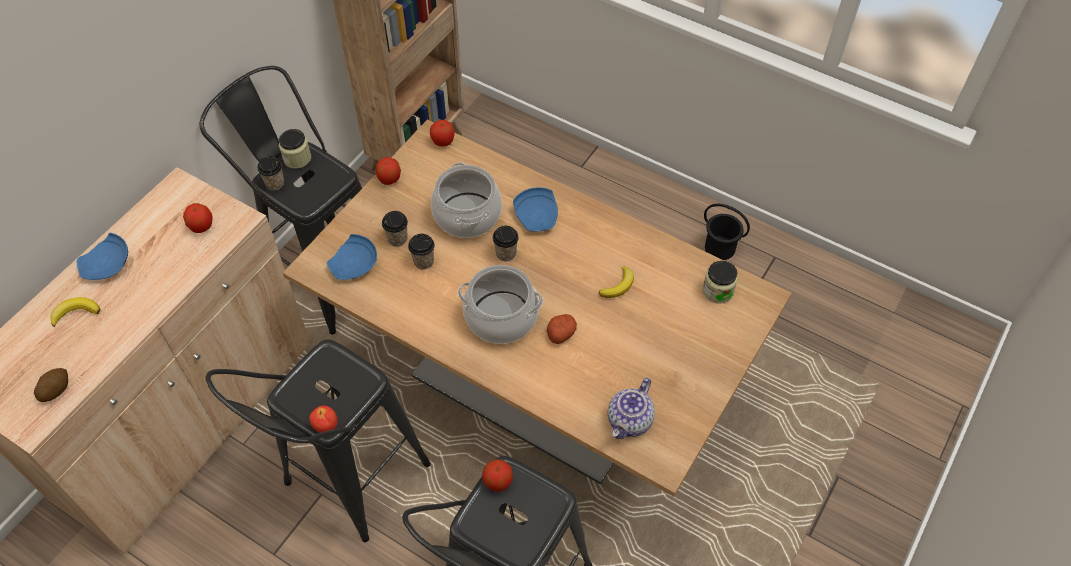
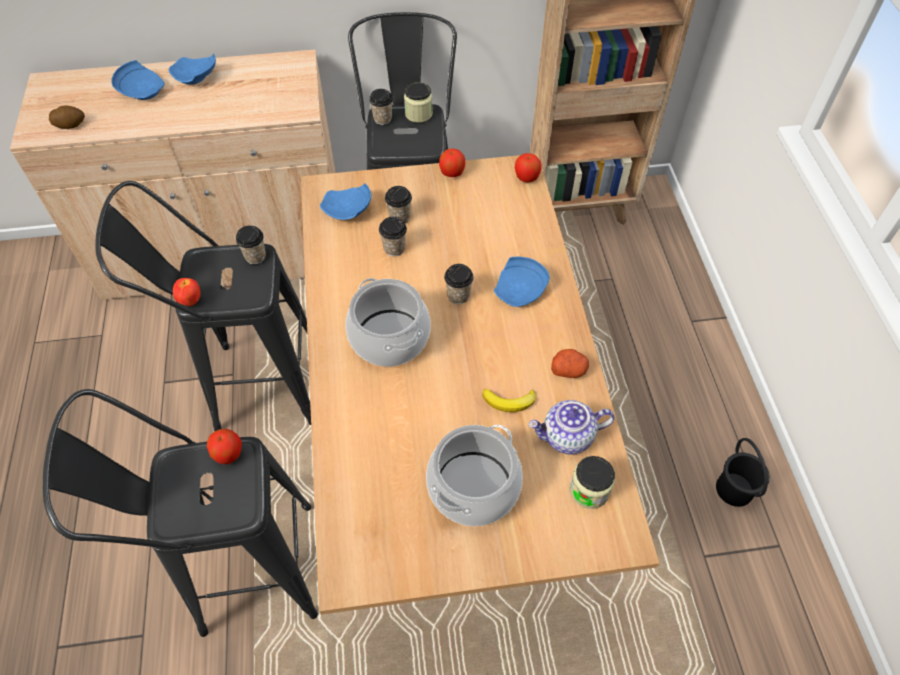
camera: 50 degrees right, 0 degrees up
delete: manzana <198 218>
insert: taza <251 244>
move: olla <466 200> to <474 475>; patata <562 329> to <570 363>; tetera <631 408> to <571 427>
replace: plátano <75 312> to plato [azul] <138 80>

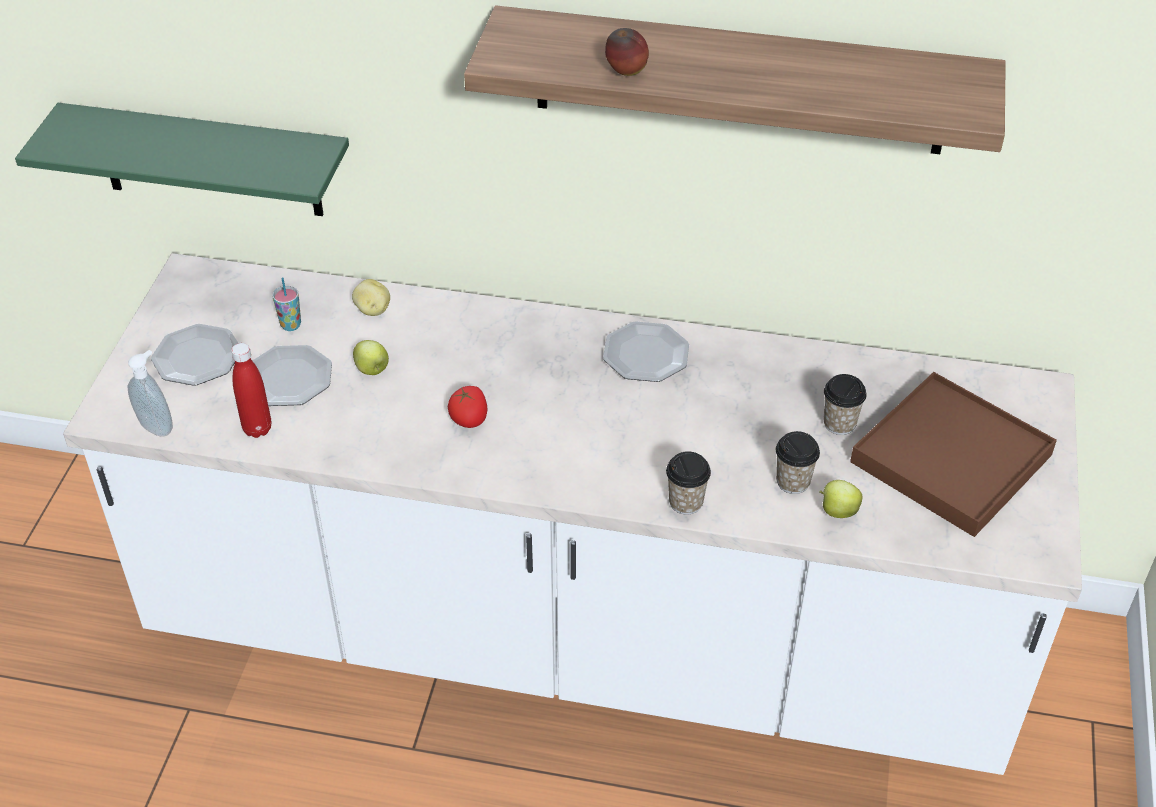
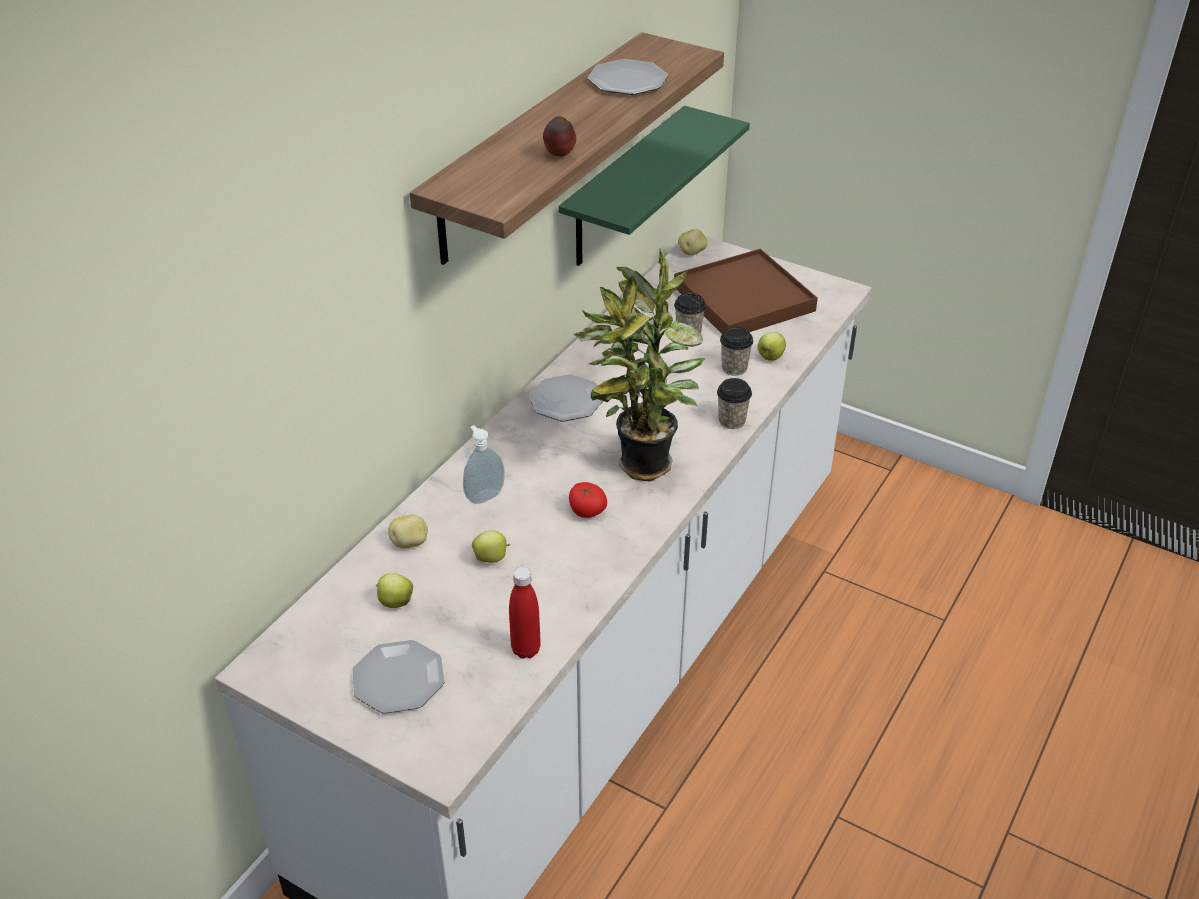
camera: 70 degrees left, 5 degrees down
insert: patata <693 242>; planta en maceta <639 365>
move: estante [verde] <182 159> to <654 186>; plato <292 375> to <628 77>; dispensador de jabón <150 393> to <484 464>
replace: taza <286 304> to manzana <394 590>

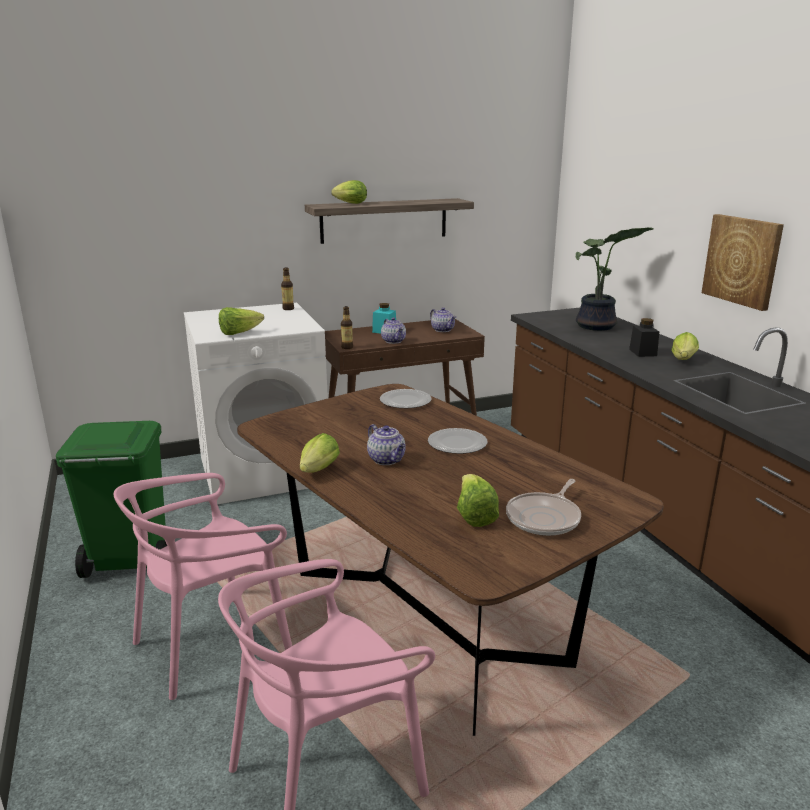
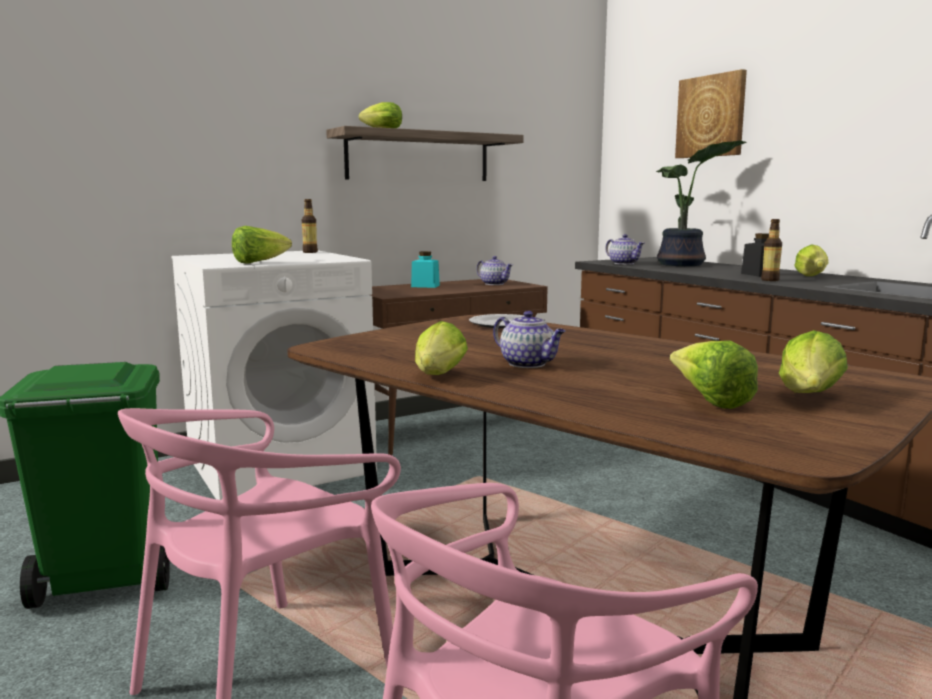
camera: 10 degrees left, 10 degrees down
delete: plato <457 441>
move: cuadro <743 262> to <711 113>; botella <347 327> to <771 250>; tetera <393 330> to <624 249>
replace: sartén <543 507> to lechuga <813 361>

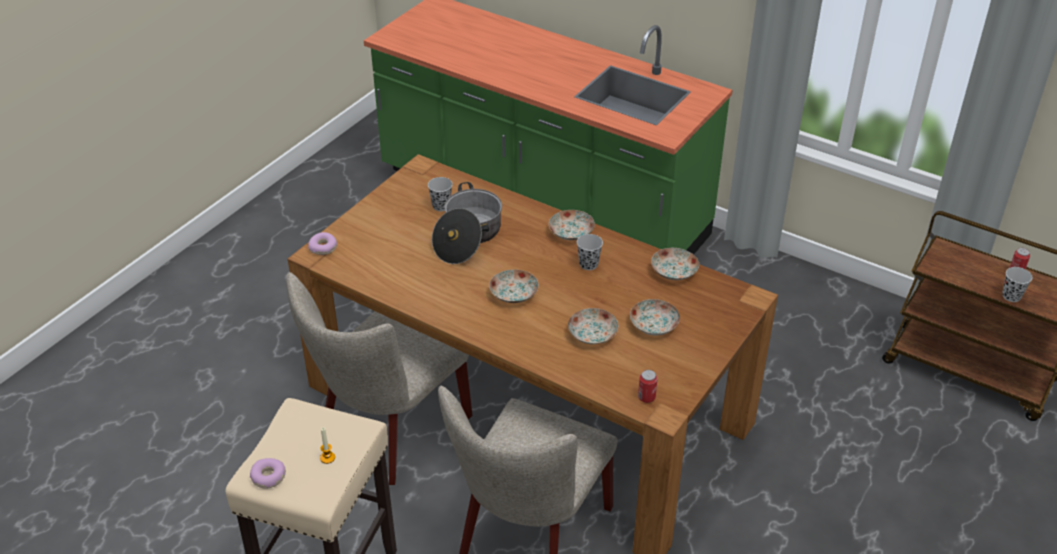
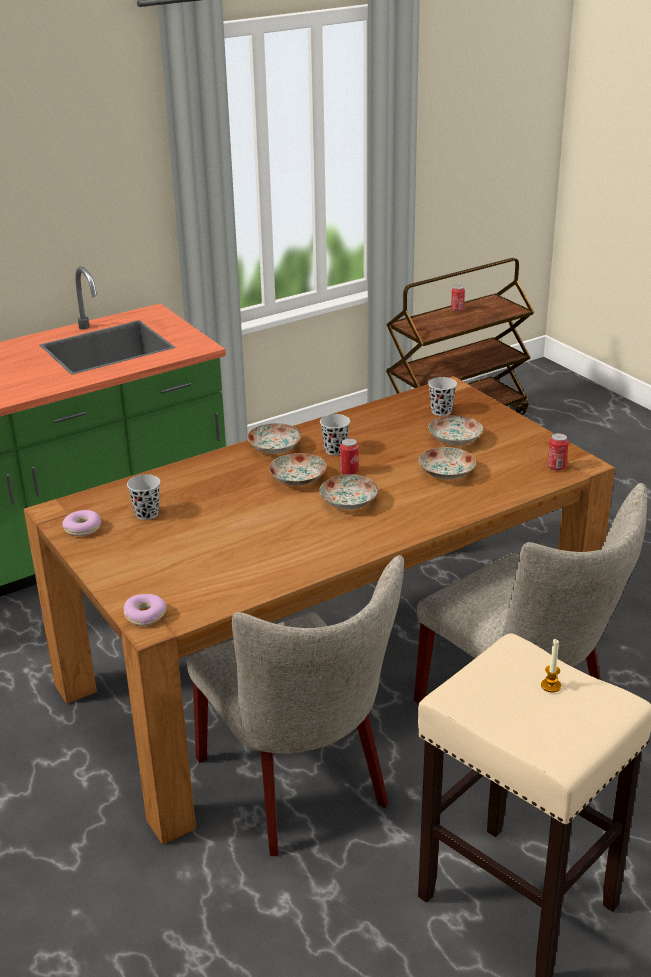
camera: 65 degrees left, 10 degrees down
delete: olla <467 223>
insert: lata <349 456>
move: plato <675 264> to <297 469>; taza [negro] <1017 284> to <442 396>; rosquilla <268 473> to <81 523>

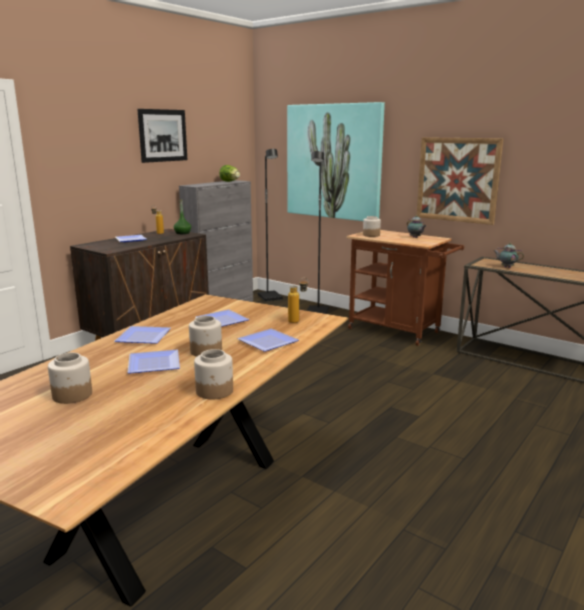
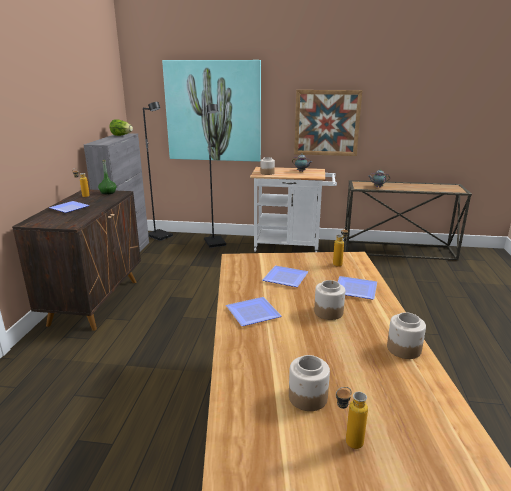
camera: 30 degrees left, 5 degrees up
delete: cuadro <162 136>; plato <153 362>
insert: botella <352 418>
recolor: carrito [marrón] <405 288> to carrito [blanco] <293 209>

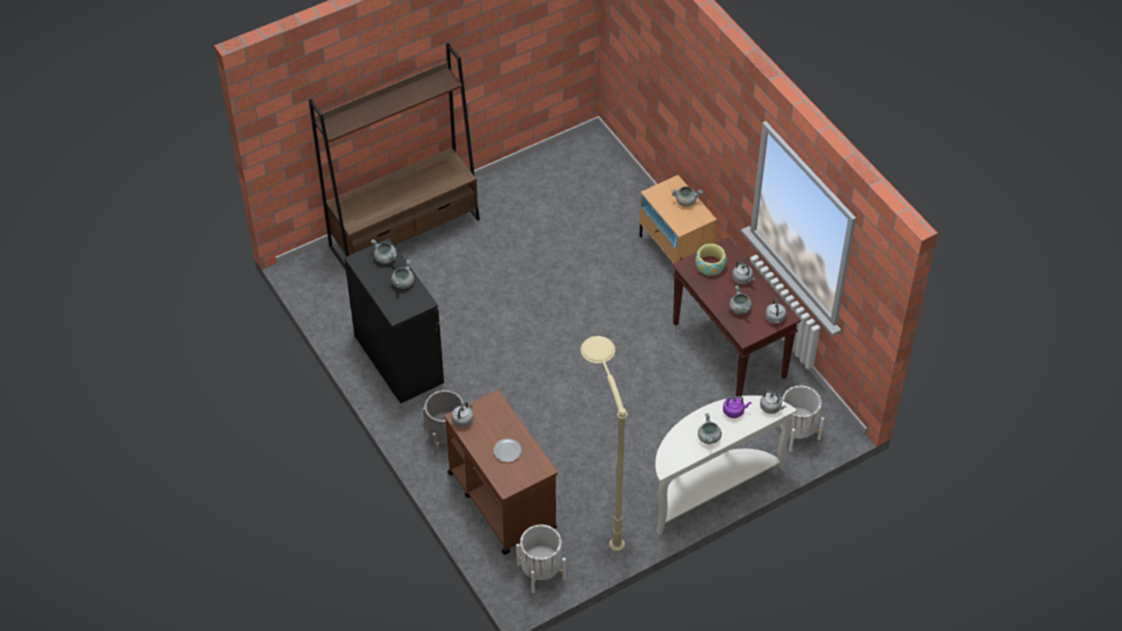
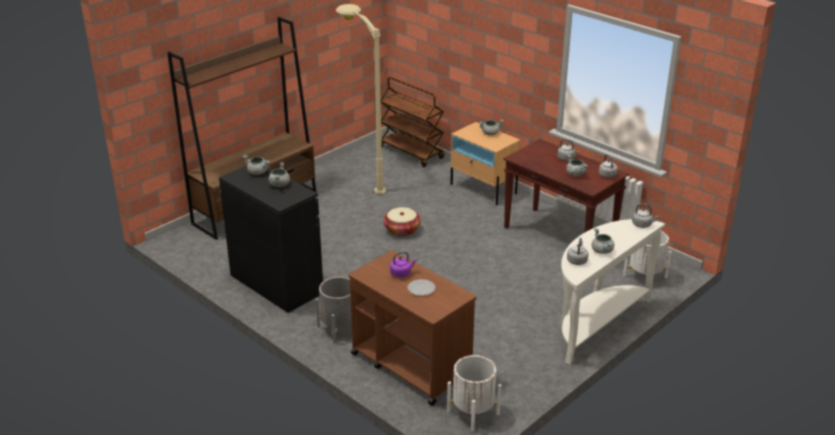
camera: 15 degrees left, 20 degrees down
delete: cuenco <711 260>
insert: carrito [marrón] <412 122>; cesta <402 221>
move: lámpara de pie [beis] <603 444> to <361 99>; hervidor [morado] <737 407> to <403 264>; hervidor [gris] <462 414> to <577 251>

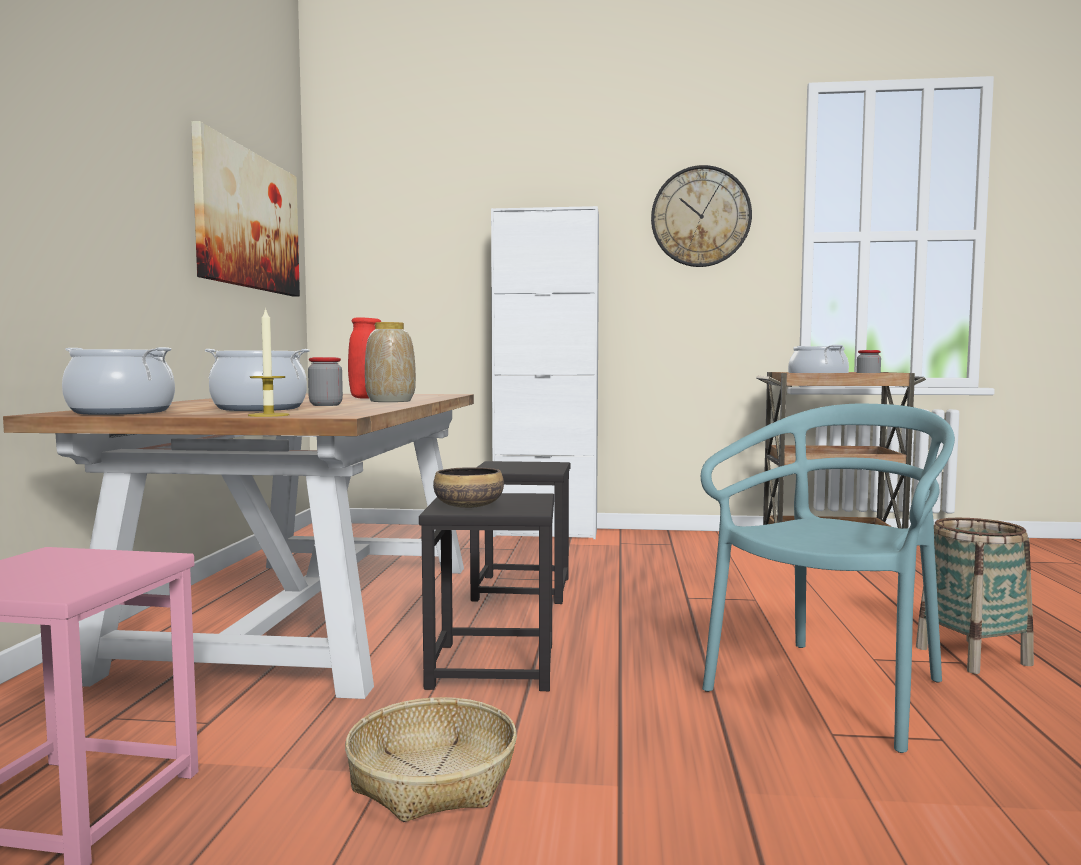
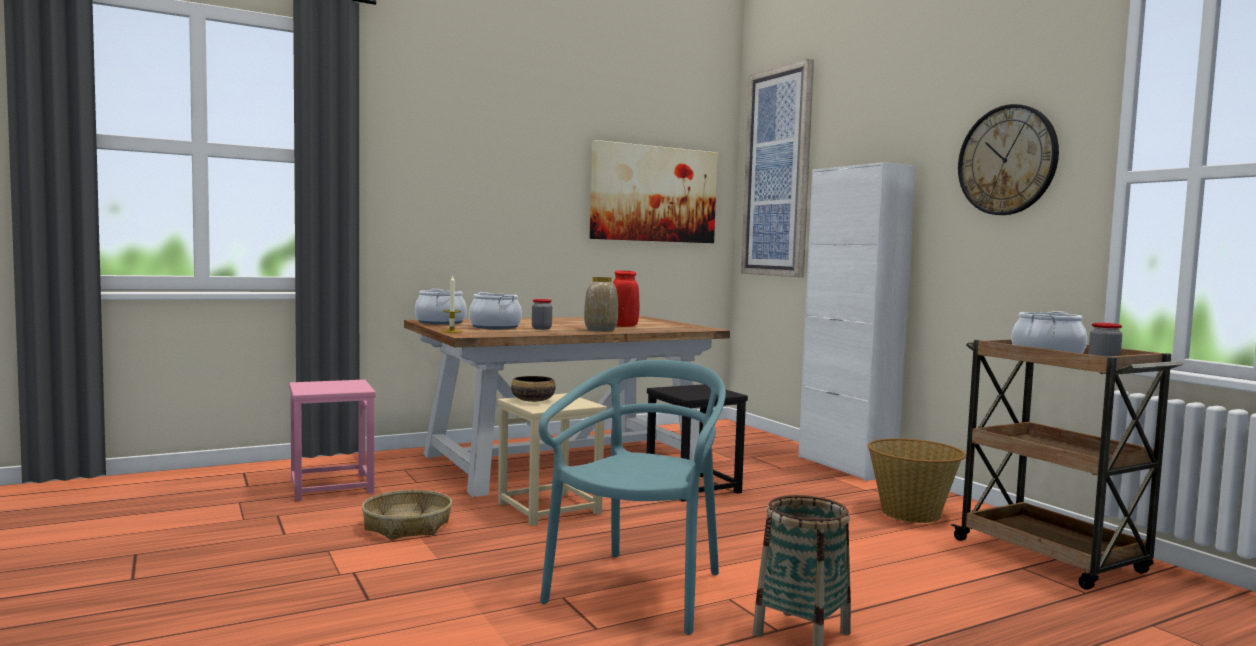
camera: 55 degrees right, 0 degrees up
insert: cuadro <777 168>; cesta <916 480>
recolor: taburete [negro] <486 592> to taburete [beis] <552 459>
rotate: silla [turquesa] <828 578> = <632 497> 75 degrees counterclockwise

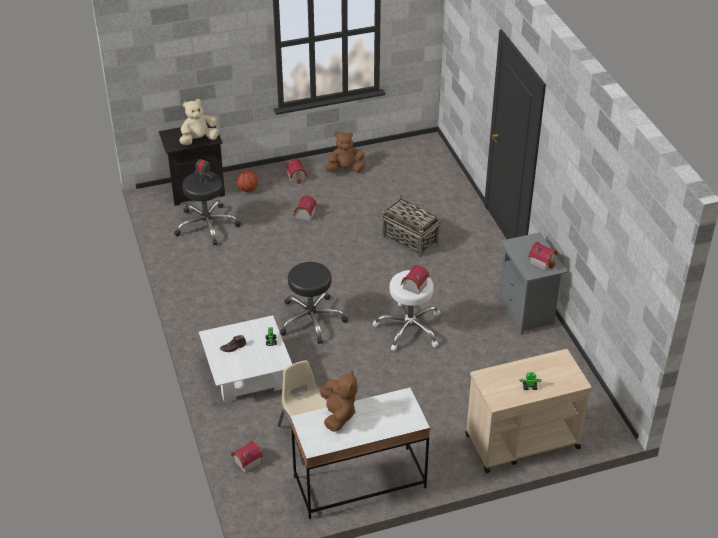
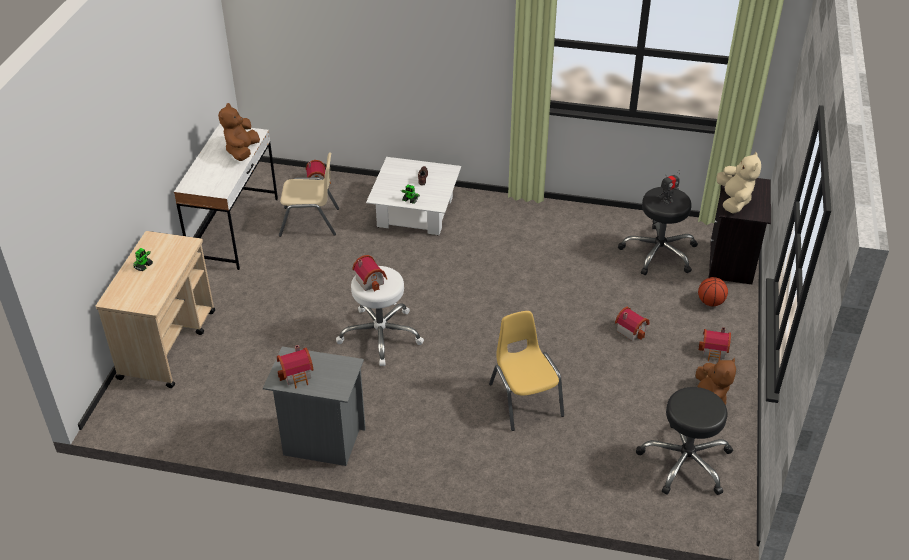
camera: 120 degrees right, 0 degrees up
move: taburete [negro] <314 303> to <684 441>
replace: cesta <411 225> to silla [amarillo] <526 371>
rotate: peluche [marrón] <338 401> = <239 132> 75 degrees clockwise

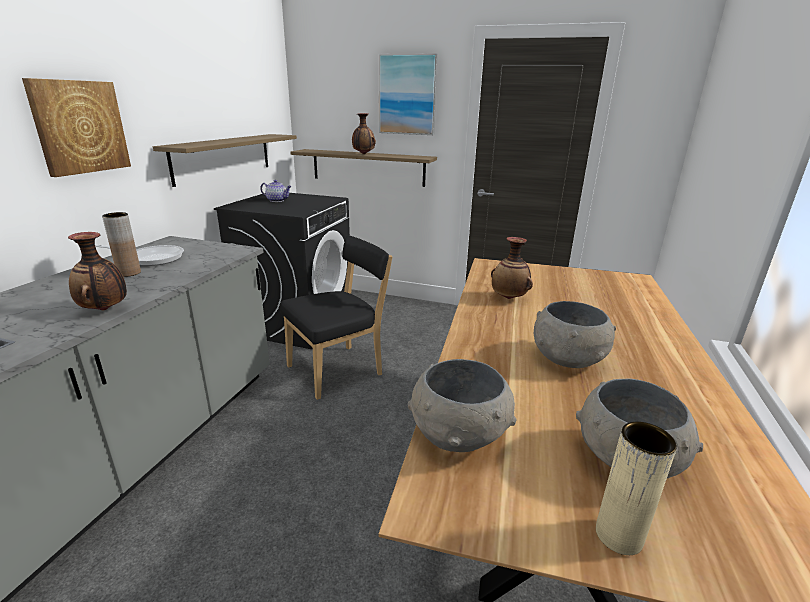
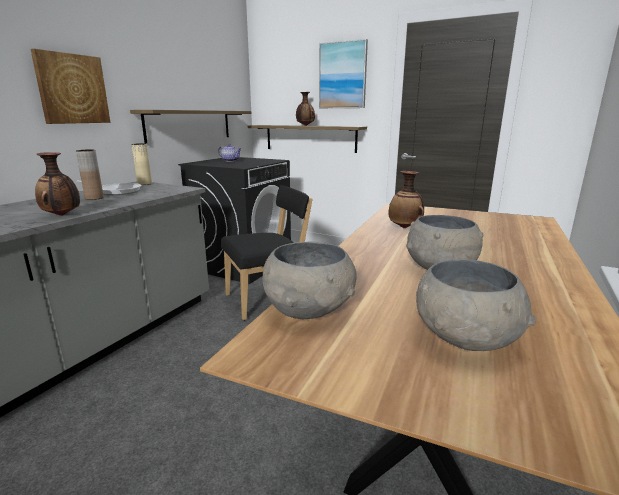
camera: 10 degrees right, 5 degrees down
move: florero [beis] <636 488> to <142 164>

